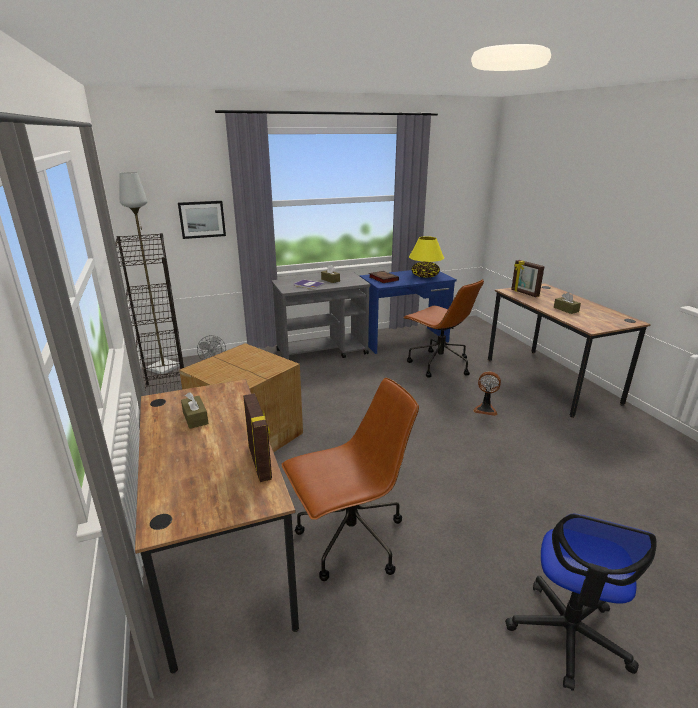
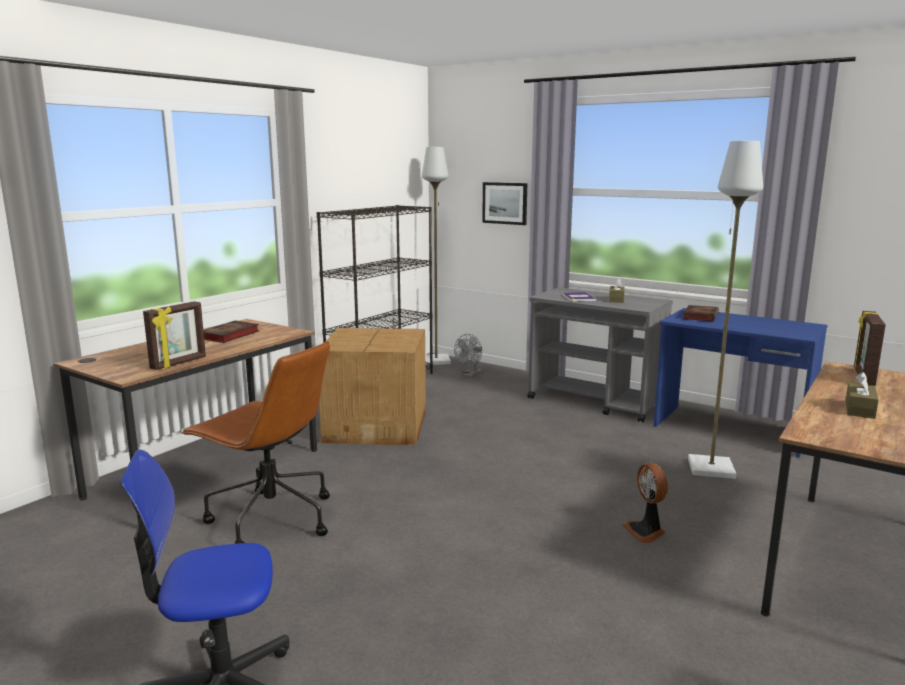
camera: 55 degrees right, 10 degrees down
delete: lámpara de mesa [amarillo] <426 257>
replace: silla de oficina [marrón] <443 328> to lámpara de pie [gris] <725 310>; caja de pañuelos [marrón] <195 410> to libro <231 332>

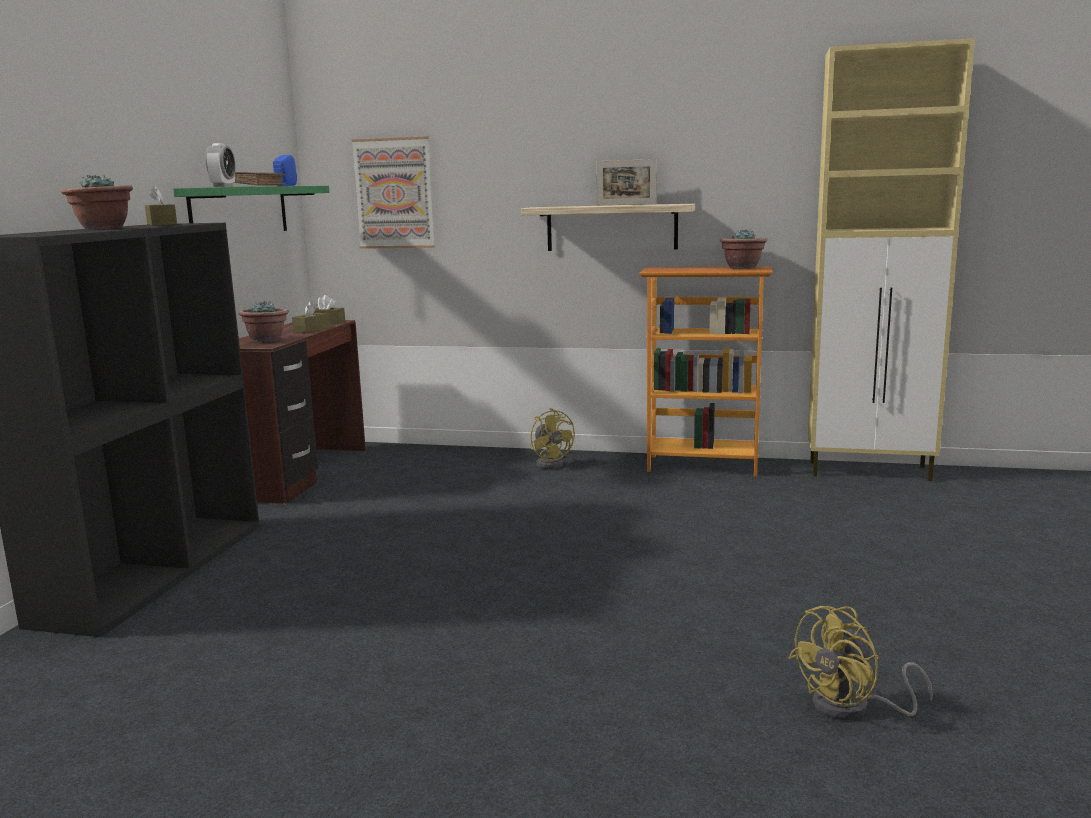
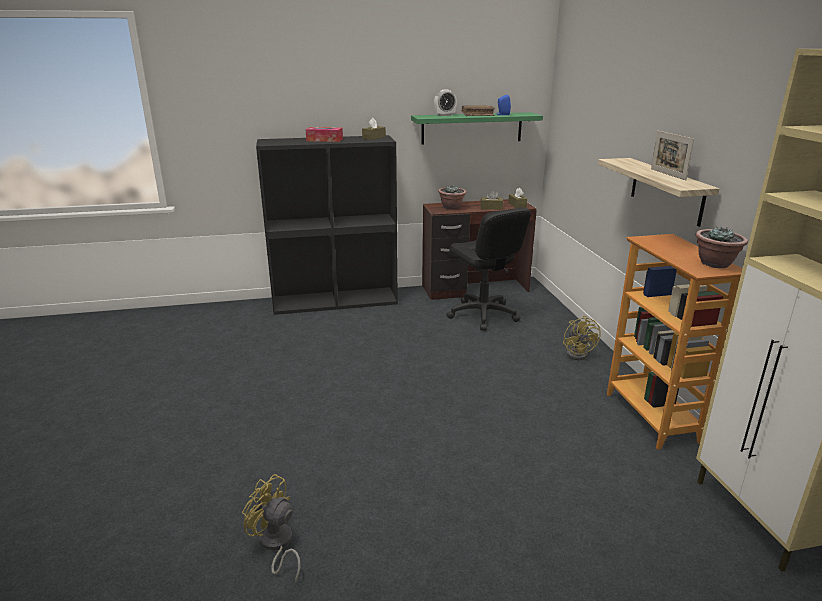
camera: 65 degrees right, 10 degrees up
delete: cuadro <393 192>
insert: silla de oficina [negro] <488 269>
replace: planta en maceta <97 202> to caja de pañuelos <324 134>
rotate: ventilador [amarillo] <552 438> = <582 338> 45 degrees counterclockwise

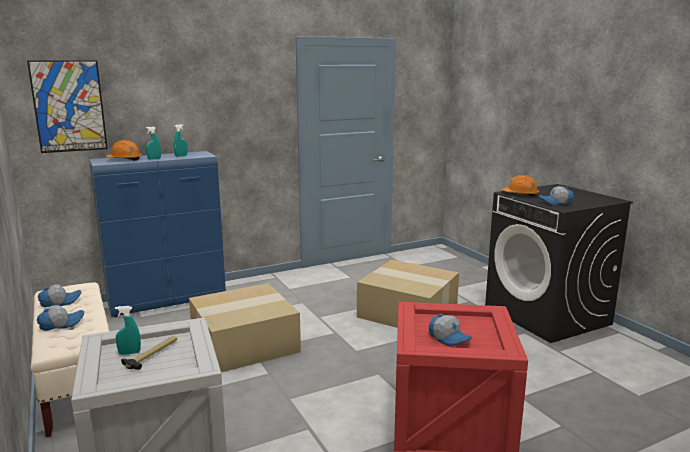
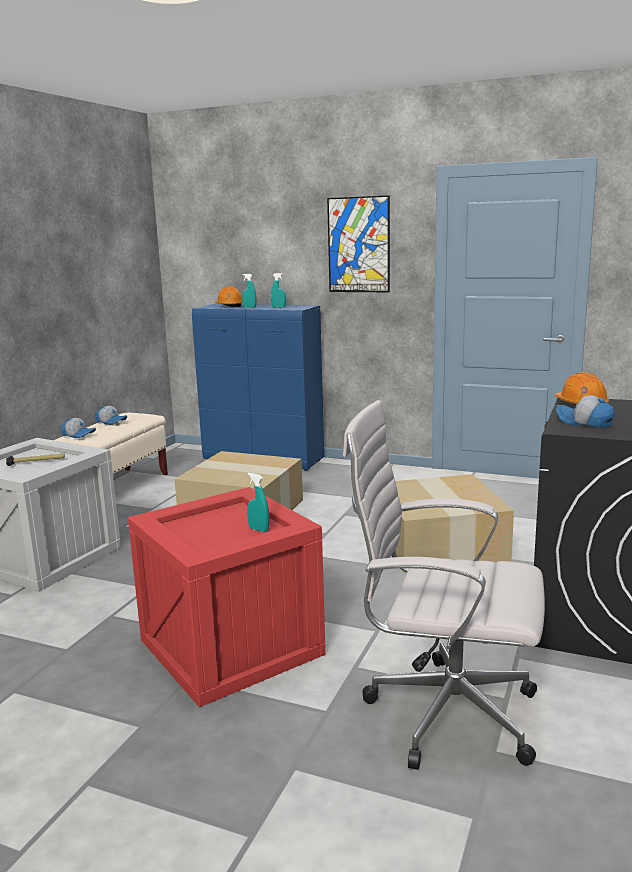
camera: 50 degrees right, 0 degrees up
delete: gorra <450 330>
insert: silla de oficina [blanco] <444 585>
move: cuadro <67 106> to <358 243>; pulverizador [turquesa] <128 330> to <258 502>

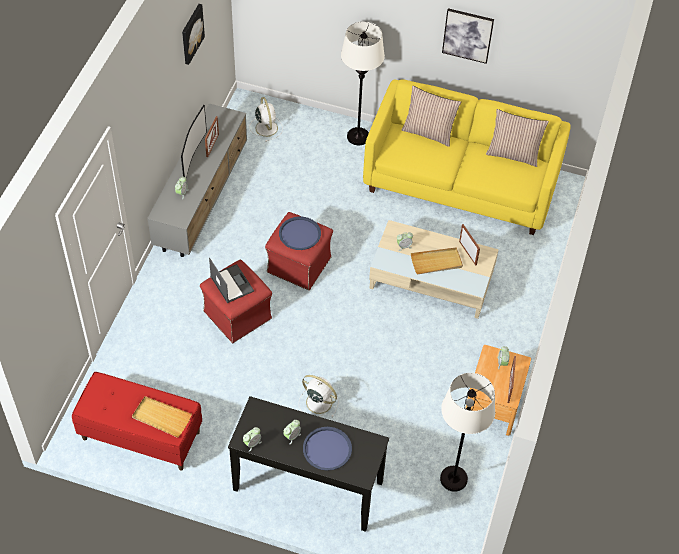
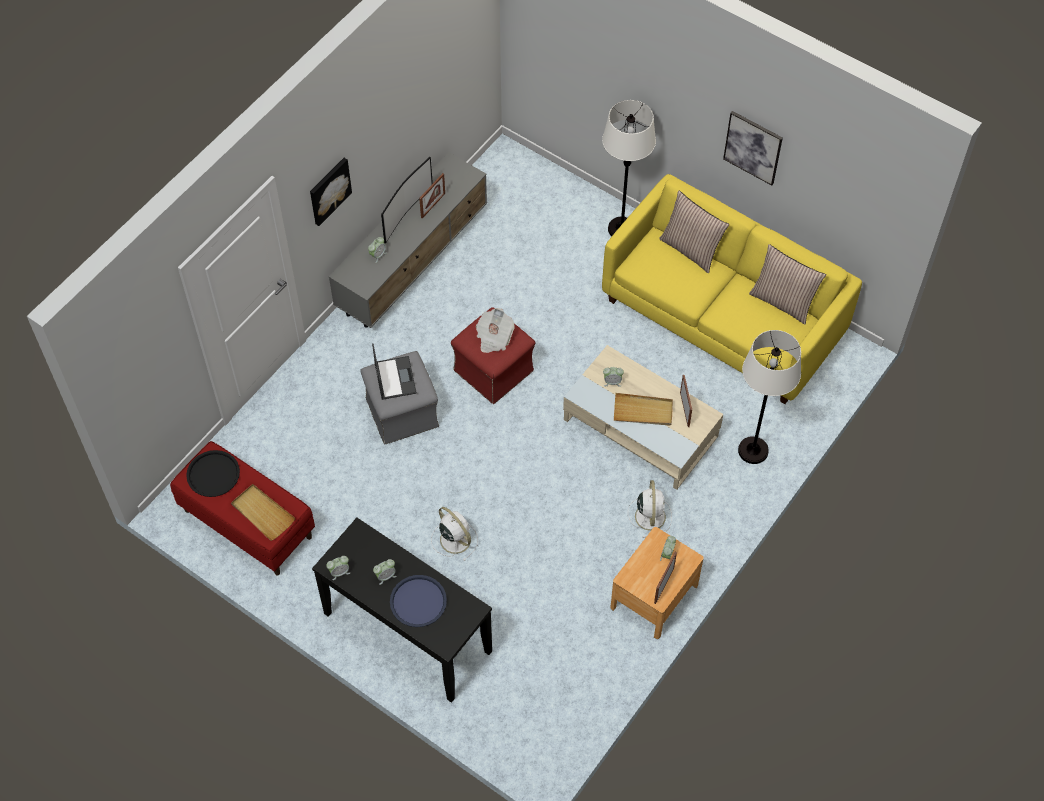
camera: 20 degrees right, 5 degrees up
insert: bandeja [negro] <213 473>
move: cuadro <193 34> to <331 192>; ventilador [blanco] <266 119> to <650 509>; lámpara de pie [blanco] <467 432> to <769 397>
replace: bandeja [azul] <300 233> to periódico <495 330>
recolor: puf [rojo] <236 301> to puf [gris] <399 398>

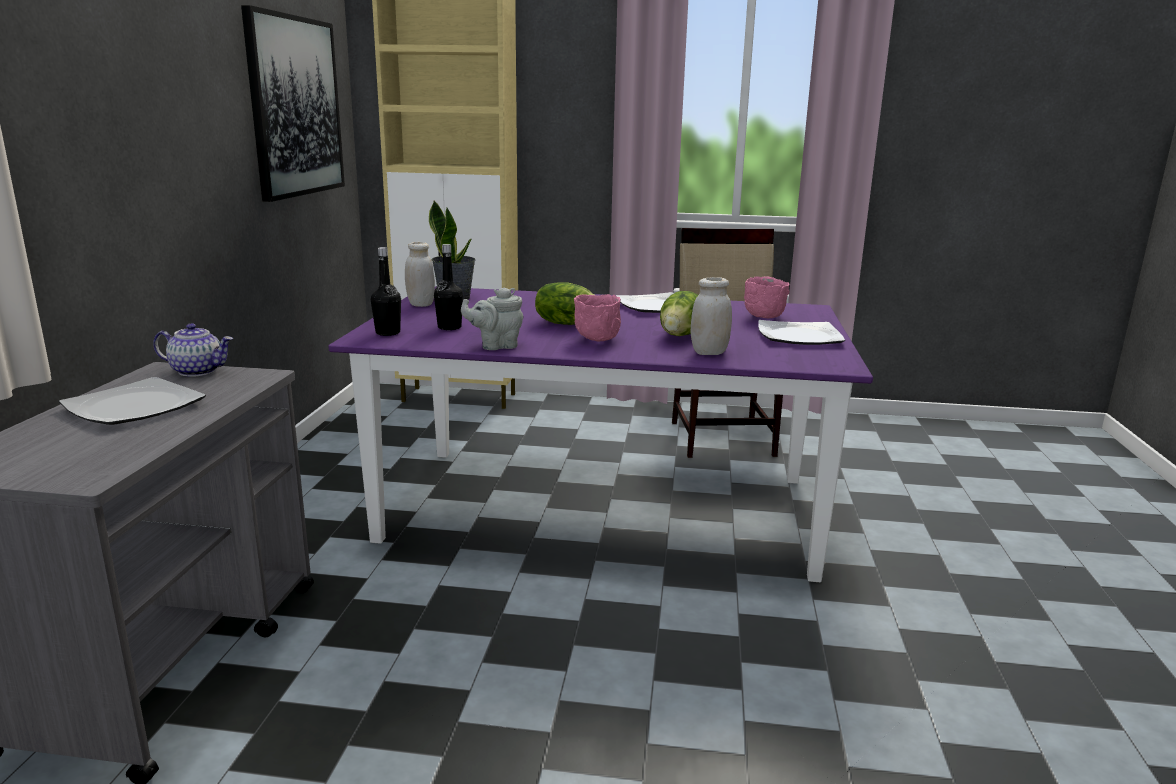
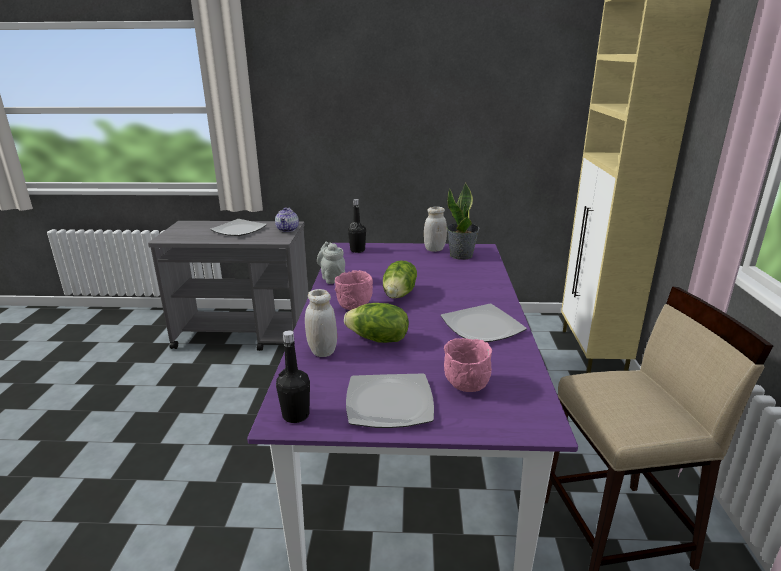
camera: 85 degrees right, 5 degrees up
delete: cuadro <293 103>
move: botella [negro] <448 287> to <293 376>

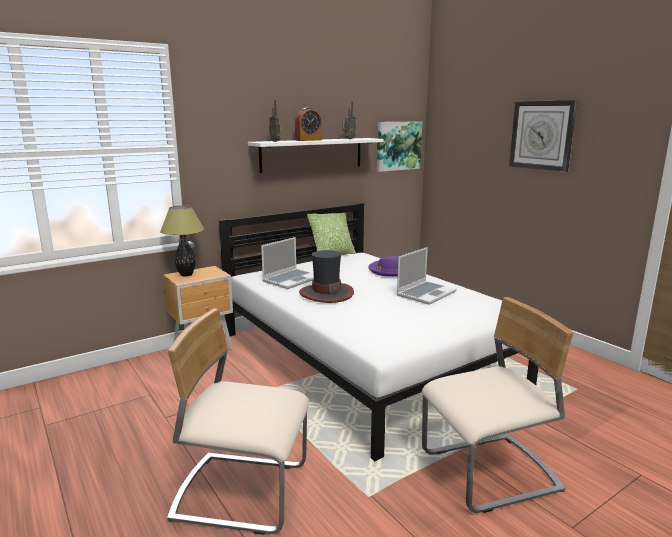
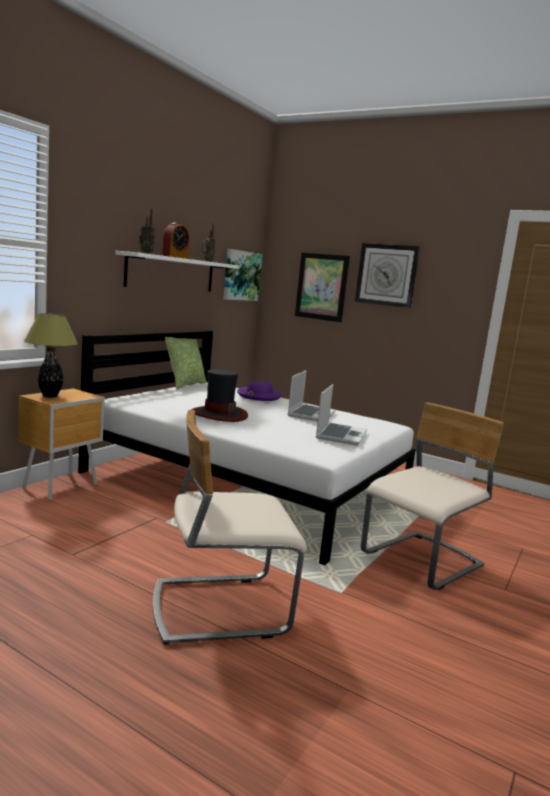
camera: 25 degrees left, 5 degrees down
insert: cuadro <322 287>
move: portátil <287 263> to <341 415>

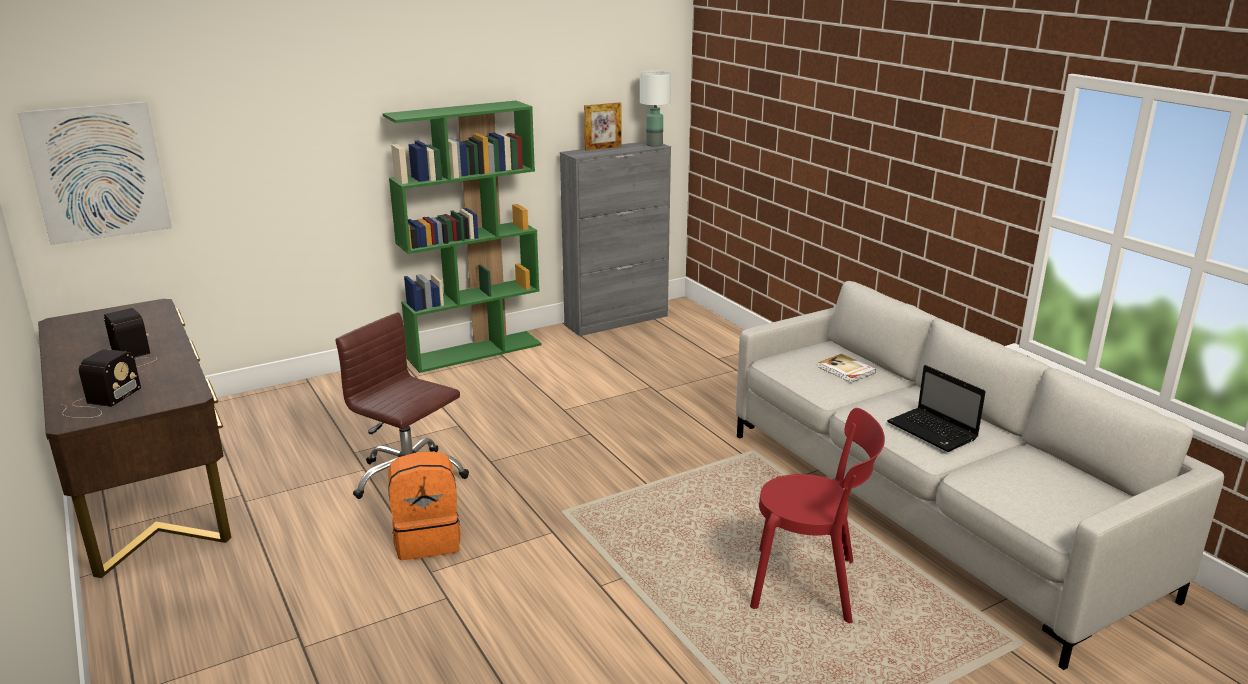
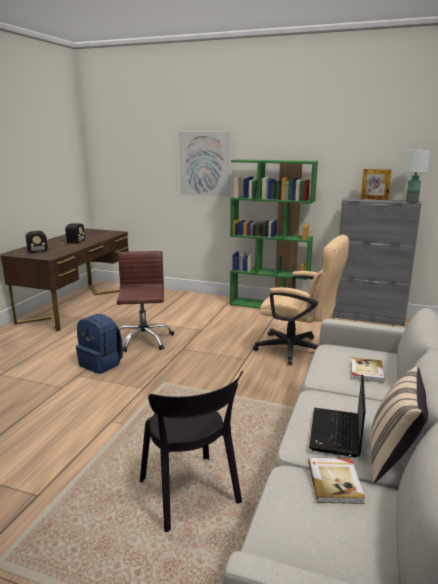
camera: 50 degrees right, 5 degrees down
insert: silla de oficina [beis] <301 300>; cojín [beis] <399 424>; libro <336 481>
move: cuadro <94 173> to <204 164>
recolor: silla [rojo] <817 515> to silla [negro] <191 451>; mochila [naranja] <424 506> to mochila [azul] <99 344>

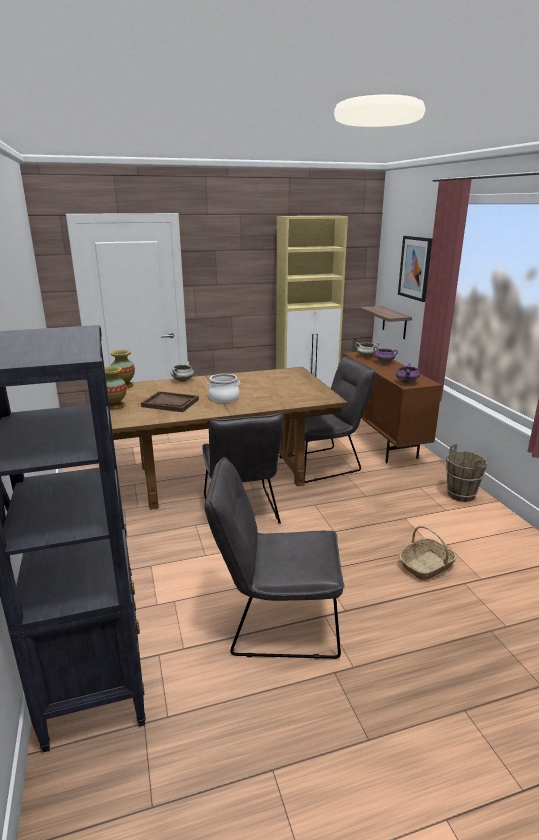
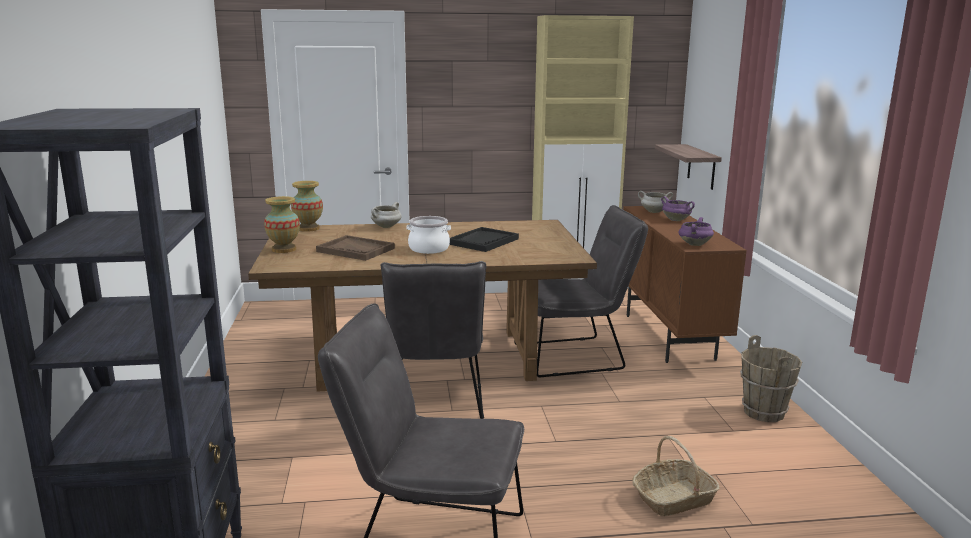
camera: 10 degrees right, 5 degrees down
delete: cuadro <415 269>
insert: bandeja [negro] <484 239>

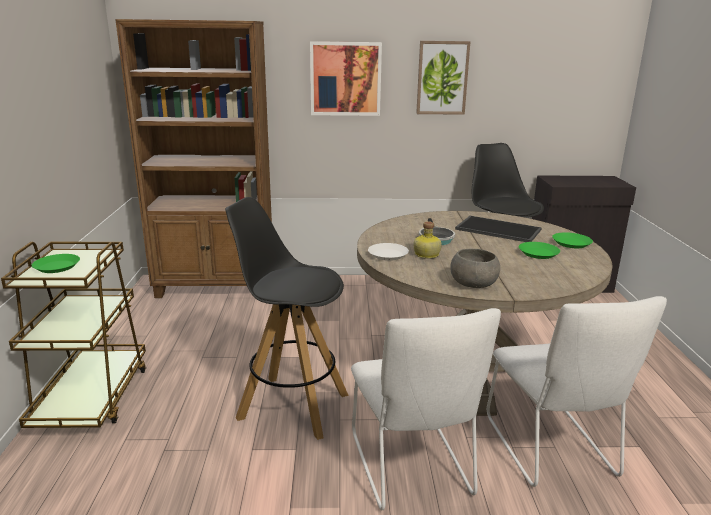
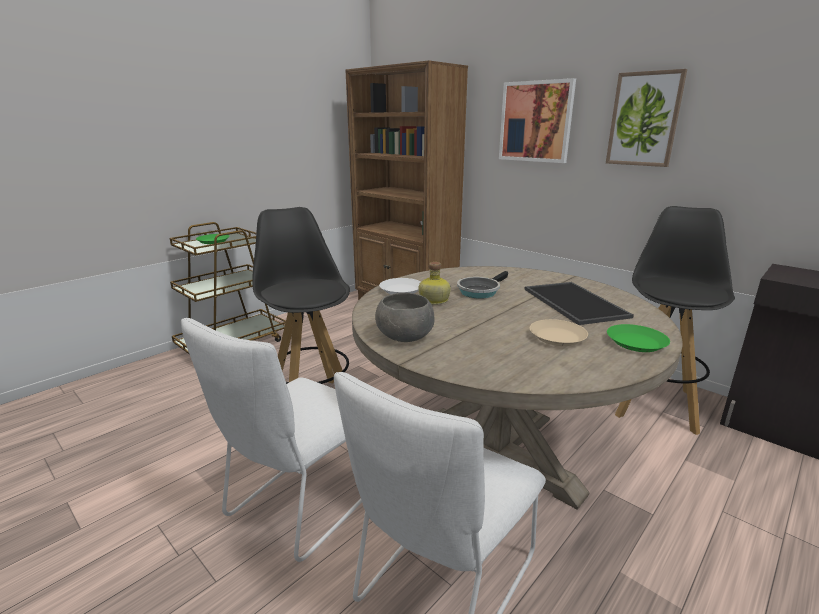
camera: 45 degrees right, 0 degrees up
recolor: plato [verde] <539 250> to plato [beis] <559 332>

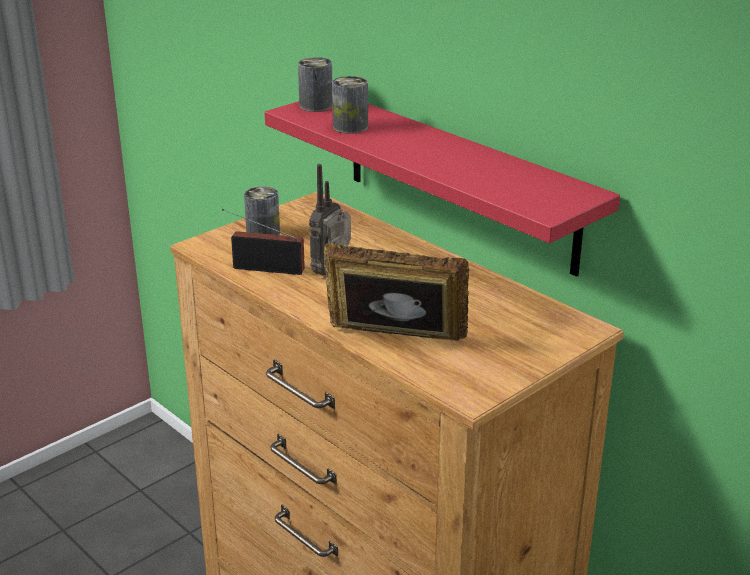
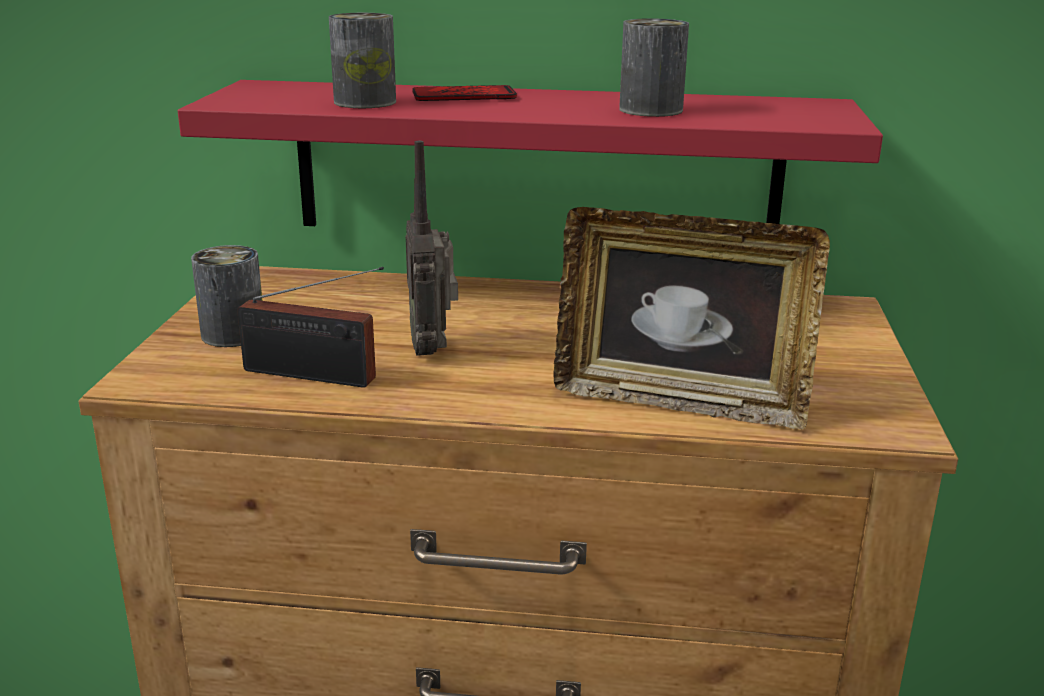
camera: 40 degrees left, 5 degrees down
insert: móvil <464 93>
move: lata <315 84> to <654 67>
rotate: radio <263 242> = <310 327> 135 degrees counterclockwise; portarretratos <396 292> = <691 318> 135 degrees counterclockwise

